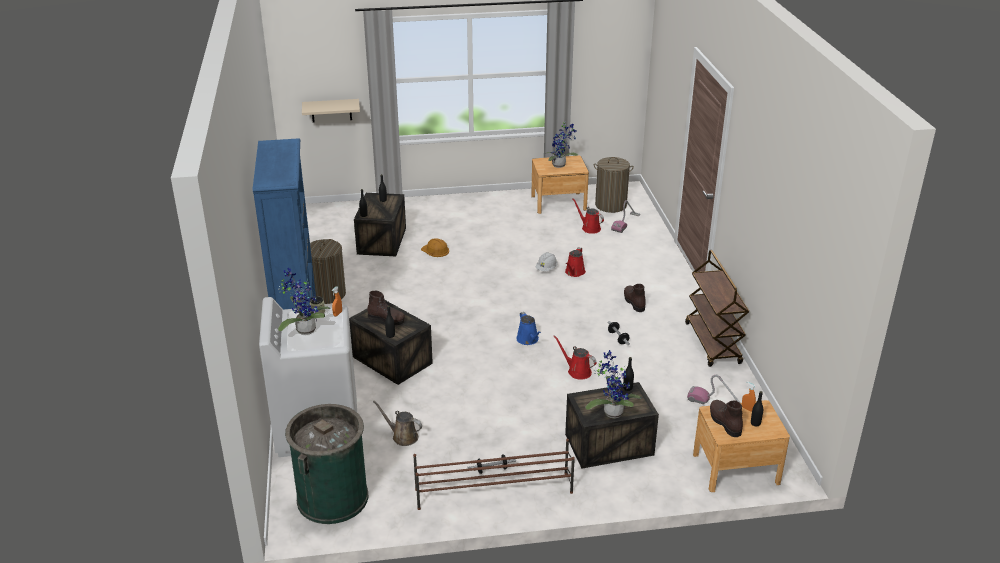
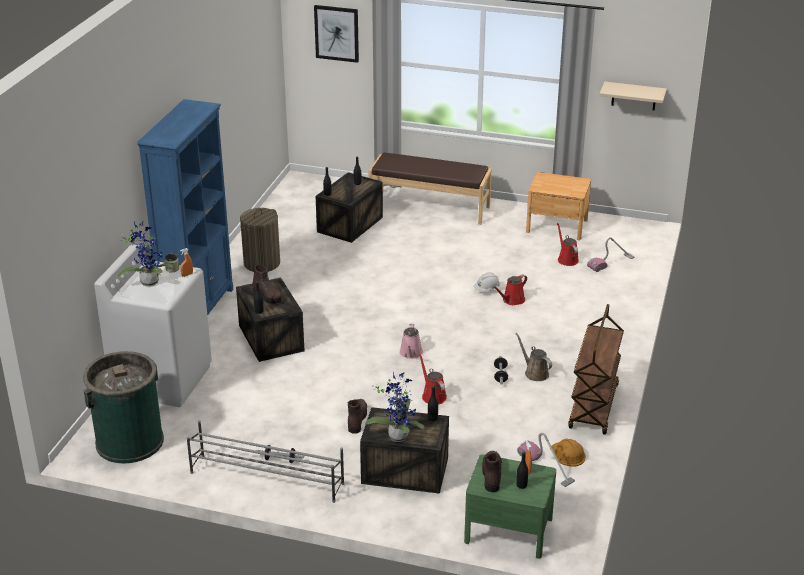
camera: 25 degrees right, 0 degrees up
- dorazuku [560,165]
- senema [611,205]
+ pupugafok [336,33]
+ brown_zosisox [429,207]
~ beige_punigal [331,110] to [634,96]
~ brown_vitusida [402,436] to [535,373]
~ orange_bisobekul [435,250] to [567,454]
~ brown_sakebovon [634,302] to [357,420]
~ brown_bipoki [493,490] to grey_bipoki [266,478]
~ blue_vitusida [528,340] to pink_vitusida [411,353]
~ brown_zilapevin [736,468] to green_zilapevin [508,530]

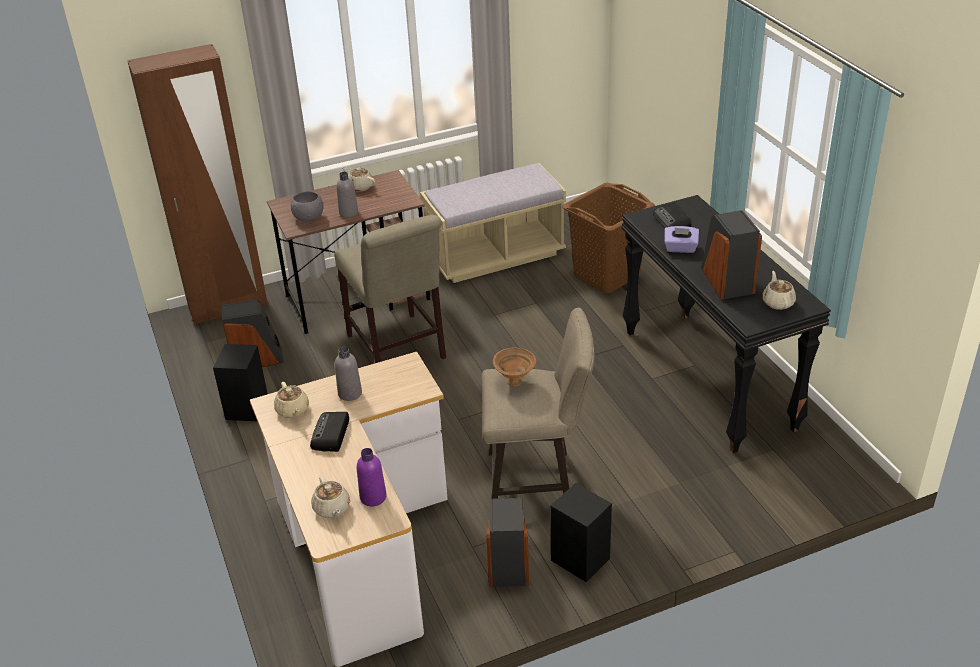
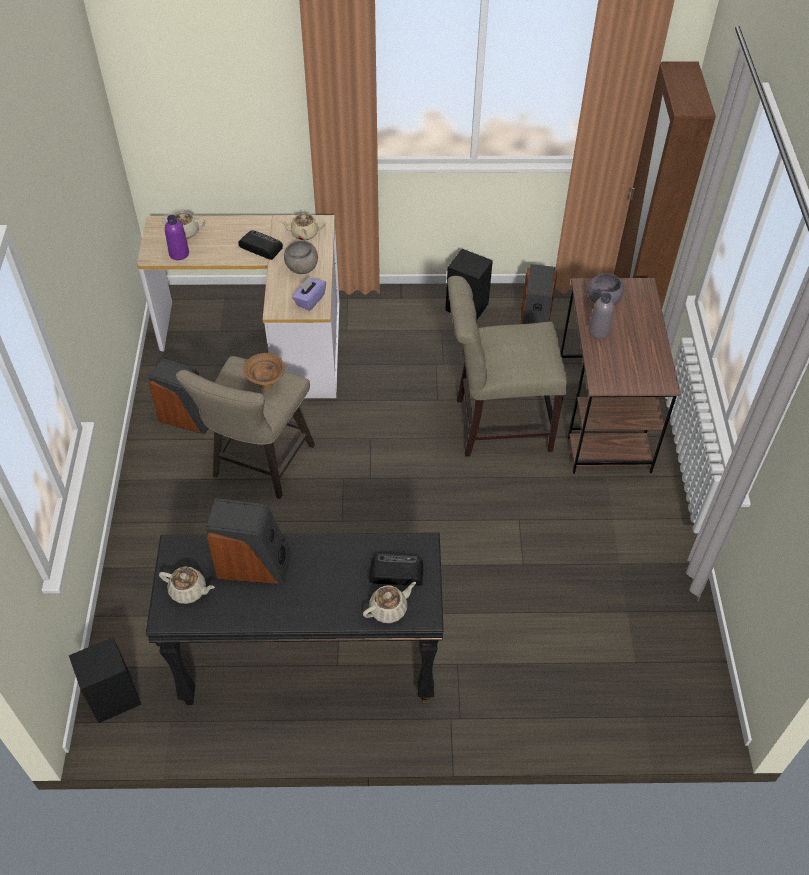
camera: 110 degrees right, 15 degrees up
- beige_zosisox [495,256]
- brown_senema [607,276]
~ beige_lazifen [360,186] to [389,609]
~ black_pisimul [581,560] to [112,698]
~ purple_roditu [680,248] to [309,300]
~ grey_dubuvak [350,393] to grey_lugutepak [302,267]

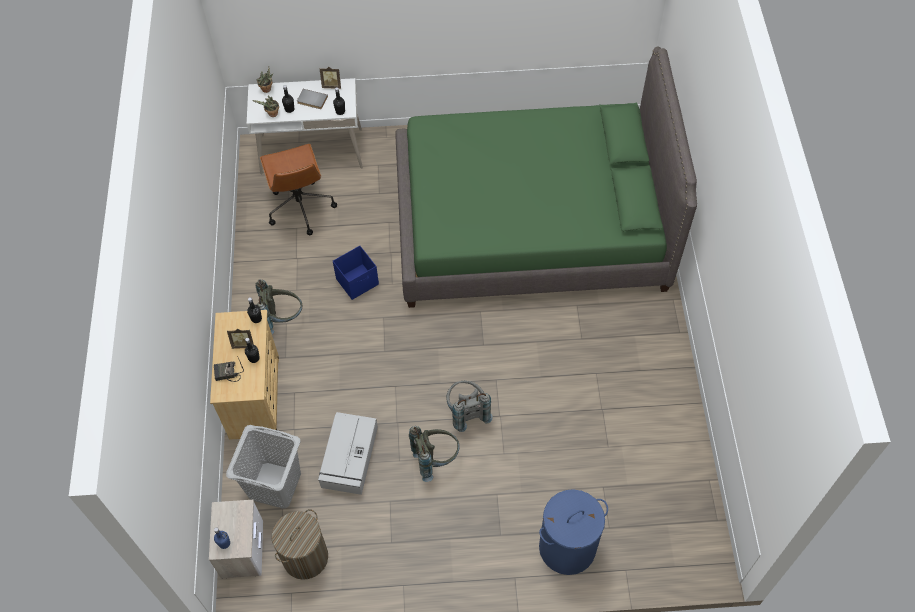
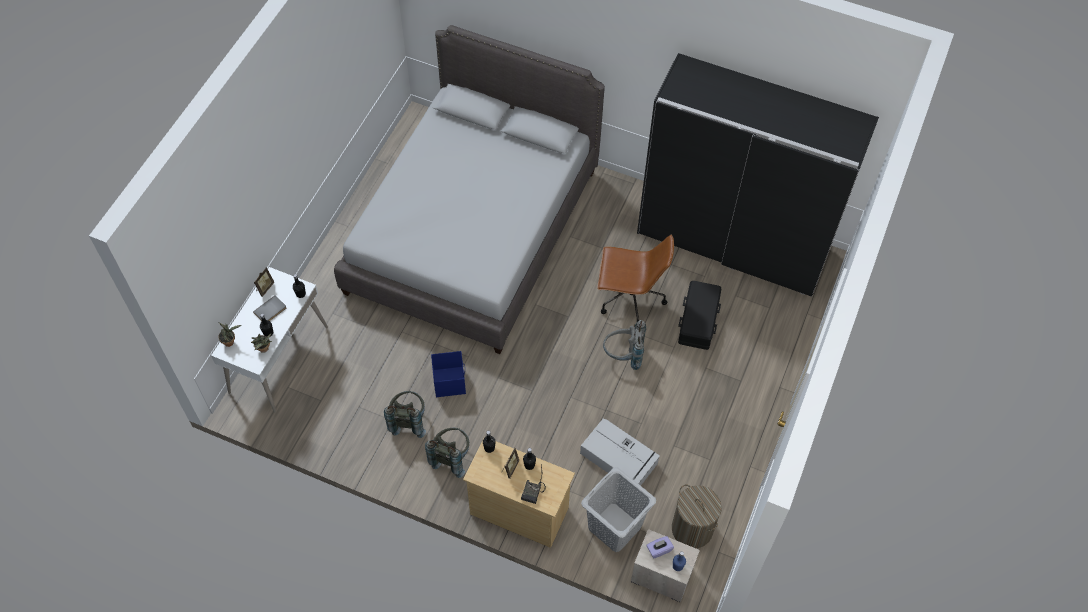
camera: 65 degrees left, 0 degrees up
- blue_senema [567,547]
+ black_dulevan [733,242]
+ purple_roditu [659,549]
+ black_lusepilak [697,320]
~ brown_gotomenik [300,207] to [630,300]
~ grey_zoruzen [435,459] to [408,420]
~ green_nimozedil [530,225] to grey_nimozedil [473,230]

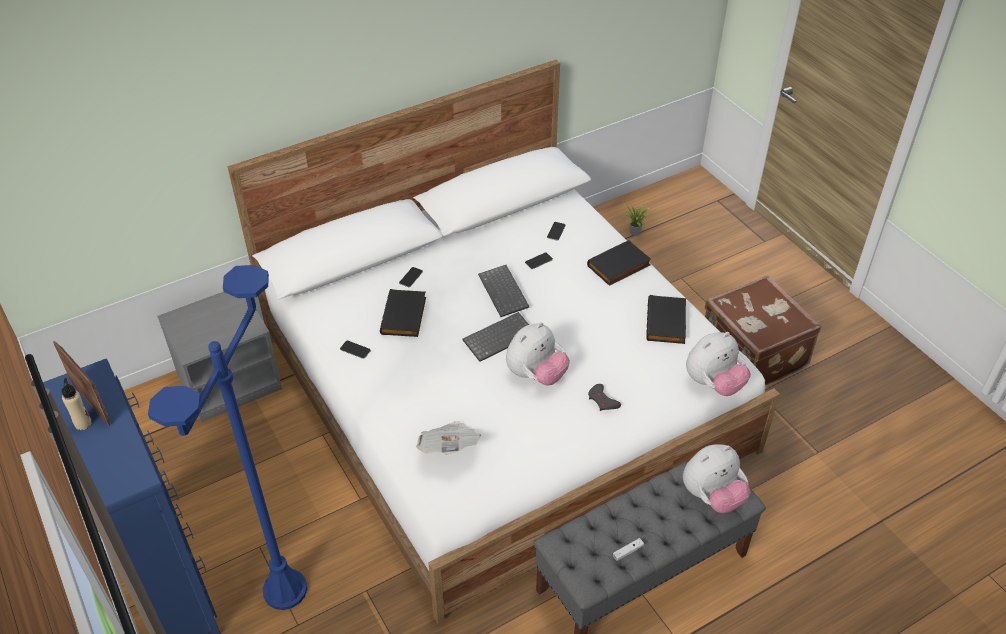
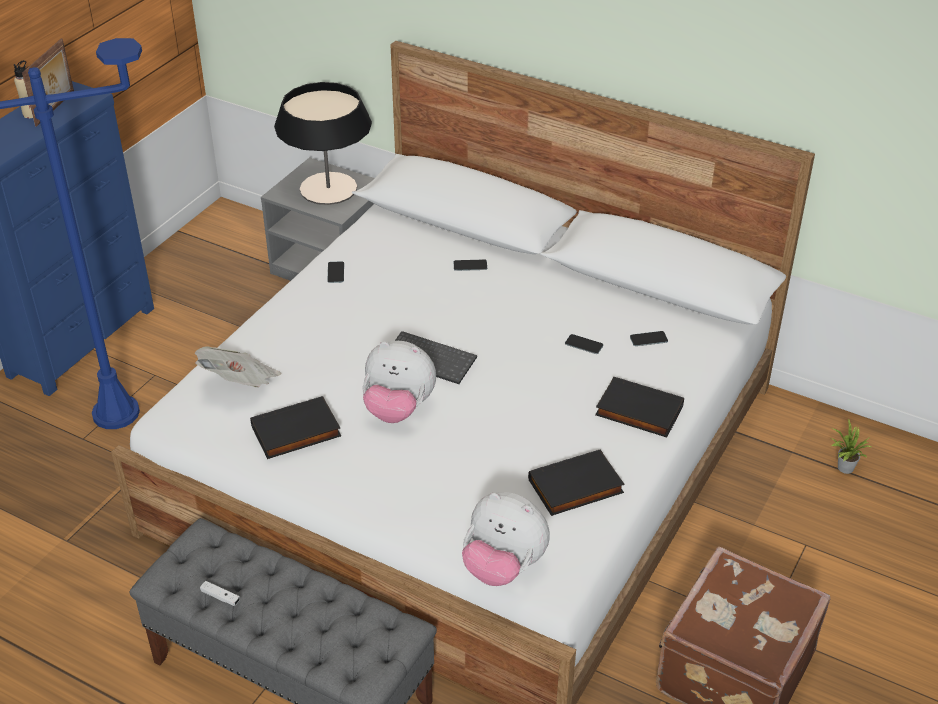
camera: 60 degrees right, 5 degrees down
- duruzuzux [505,292]
- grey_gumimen [602,400]
- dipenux [712,496]
+ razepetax [328,188]
~ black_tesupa [405,316] to [296,433]

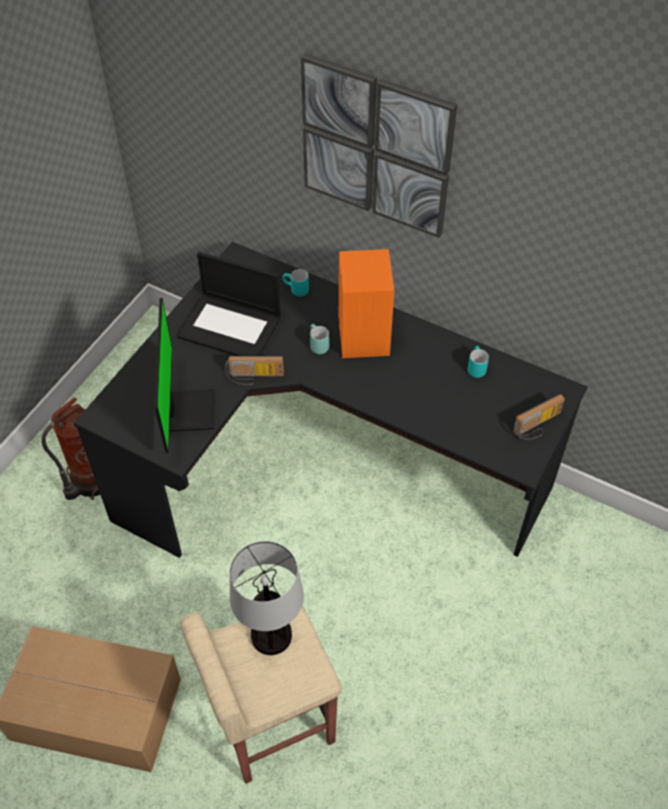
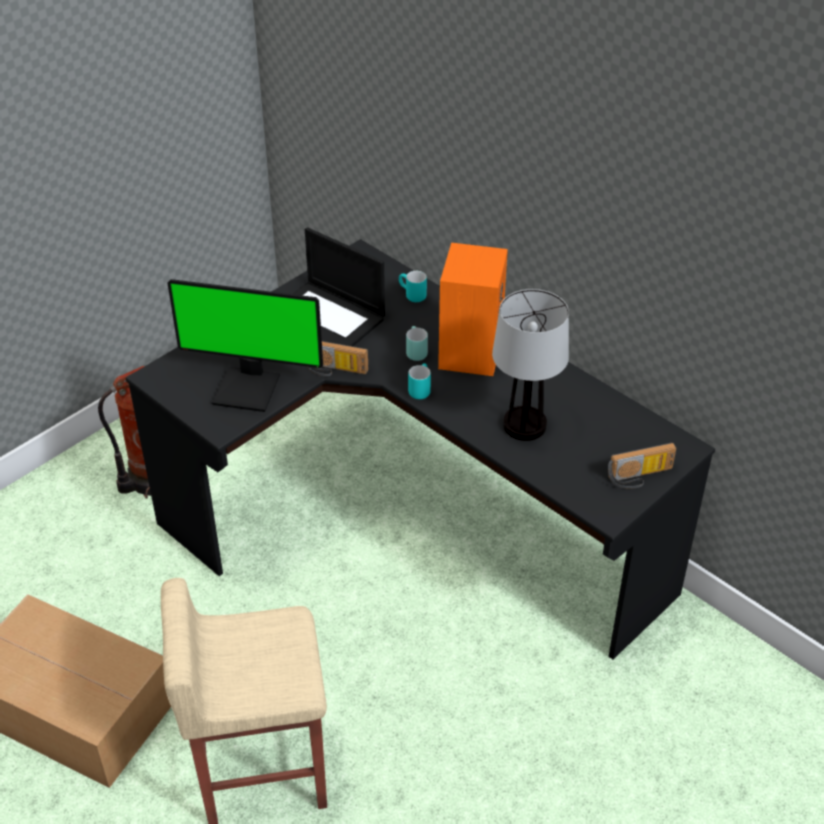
camera: 15 degrees right, 10 degrees down
- pupugafok [376,147]
~ razepetax [271,635] to [524,425]
~ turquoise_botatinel [474,367] to [419,389]
~ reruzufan [187,411] = [248,388] 90 degrees clockwise

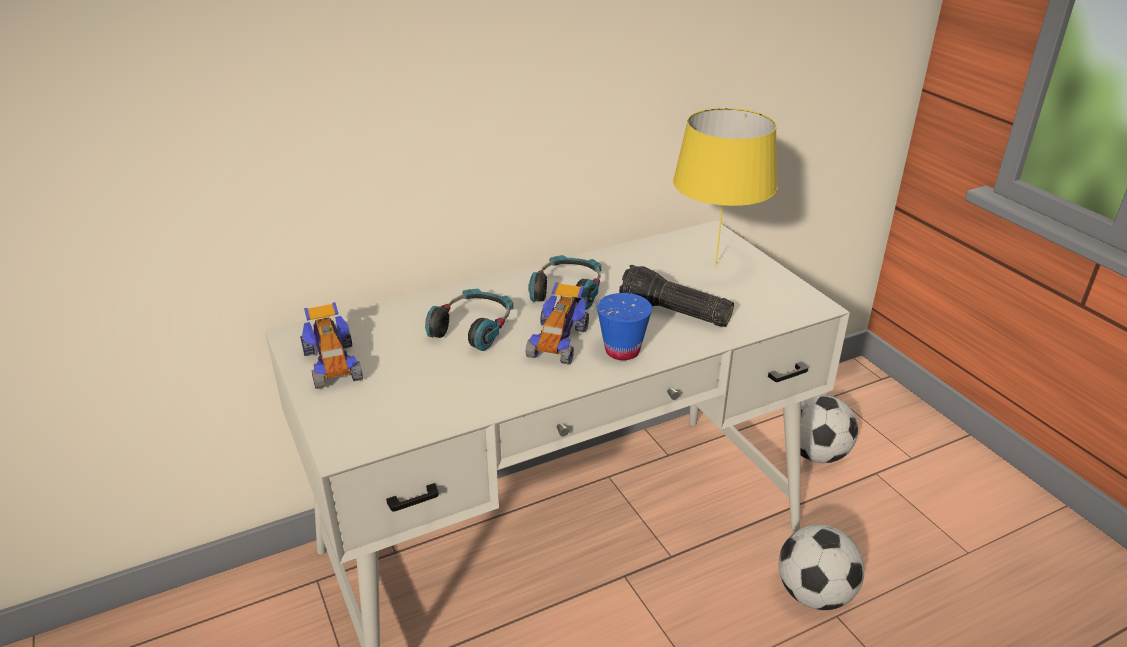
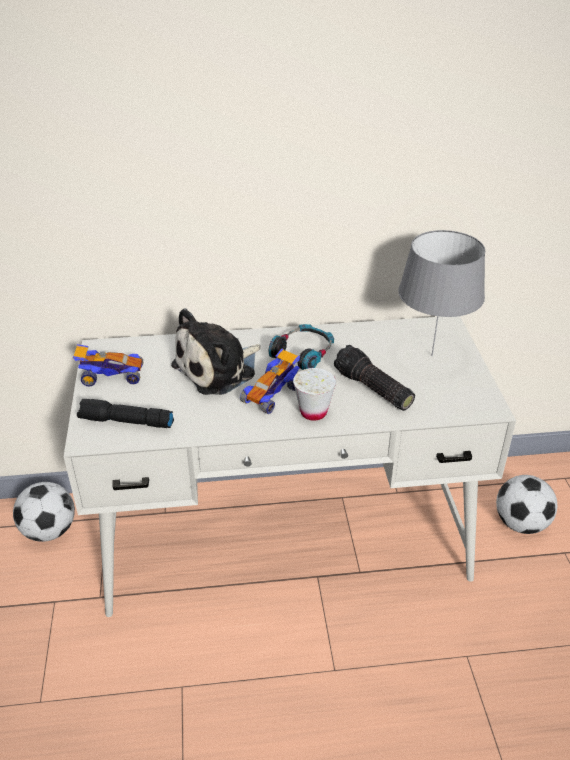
camera: 20 degrees right, 5 degrees up
+ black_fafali [125,422]
~ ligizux [814,594] to [49,531]
~ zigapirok [473,328] to dipenux [218,369]
~ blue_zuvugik [622,351] to white_zuvugik [313,412]
~ yellow_razepetax [715,265] to grey_razepetax [431,356]
~ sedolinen [332,364] = [111,376] 90 degrees counterclockwise

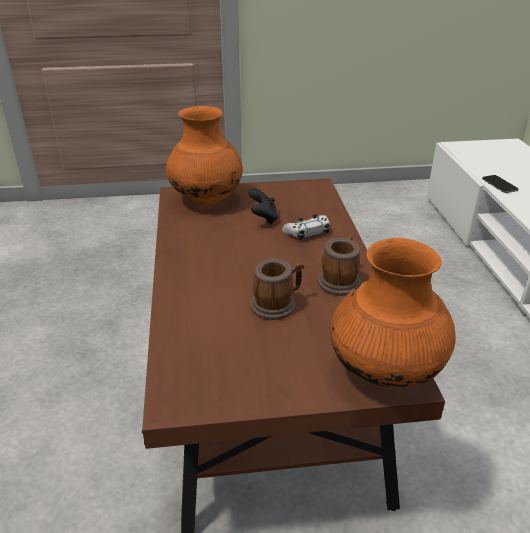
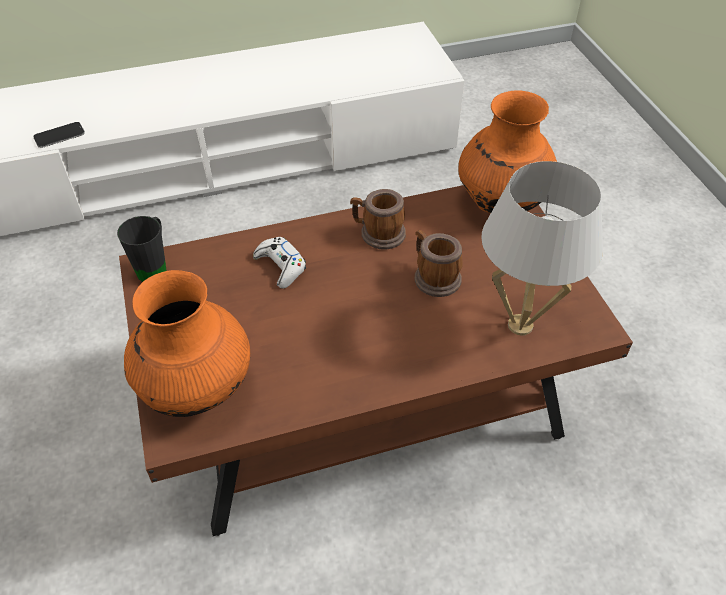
camera: 100 degrees left, 15 degrees up
- black_gumimen [263,218]
+ black_botatinel [155,266]
+ white_razepetax [520,325]

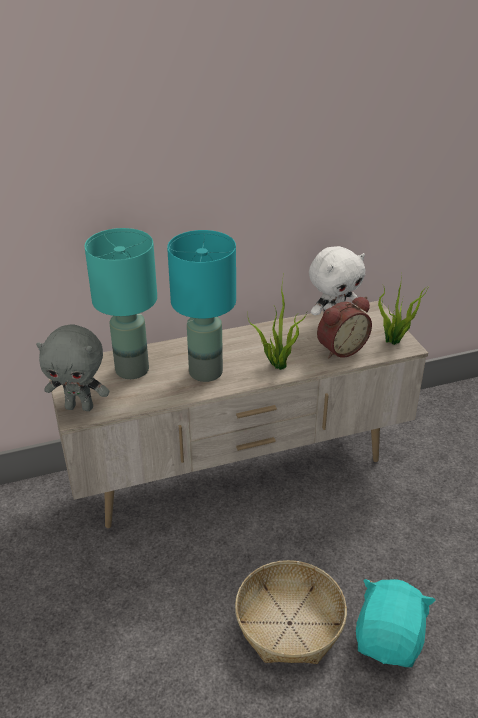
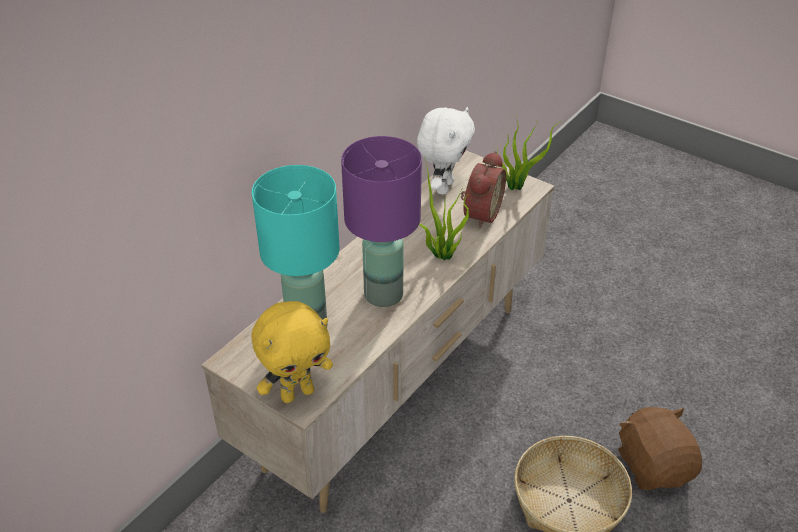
camera: 35 degrees left, 5 degrees up
~ grey_dipenux [80,407] to yellow_dipenux [297,393]
~ turquoise_razepetax [205,372] to purple_razepetax [383,295]
~ turquoise_dipenux [389,640] to brown_dipenux [654,465]

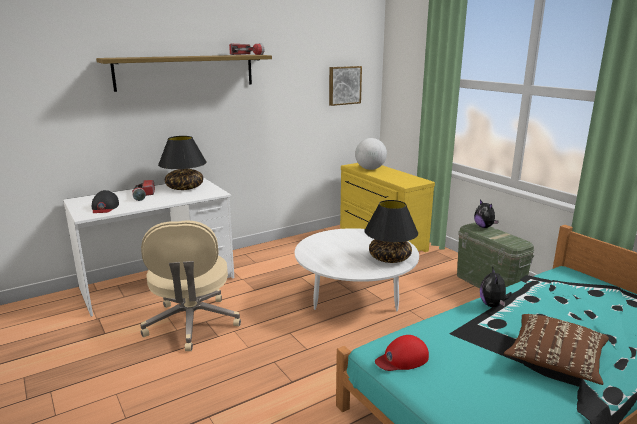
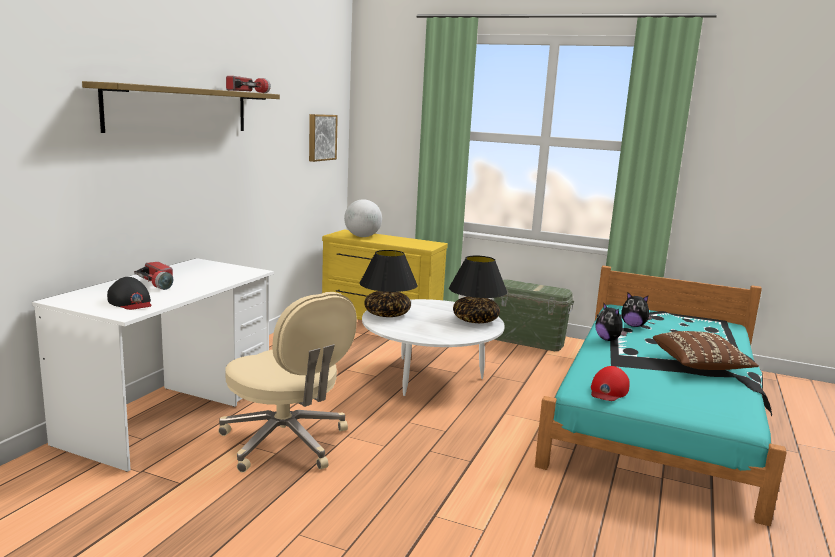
camera: 35 degrees left, 5 degrees down
~ black_razepetax [184,188] to [387,314]
~ dipenux [484,227] to [633,326]

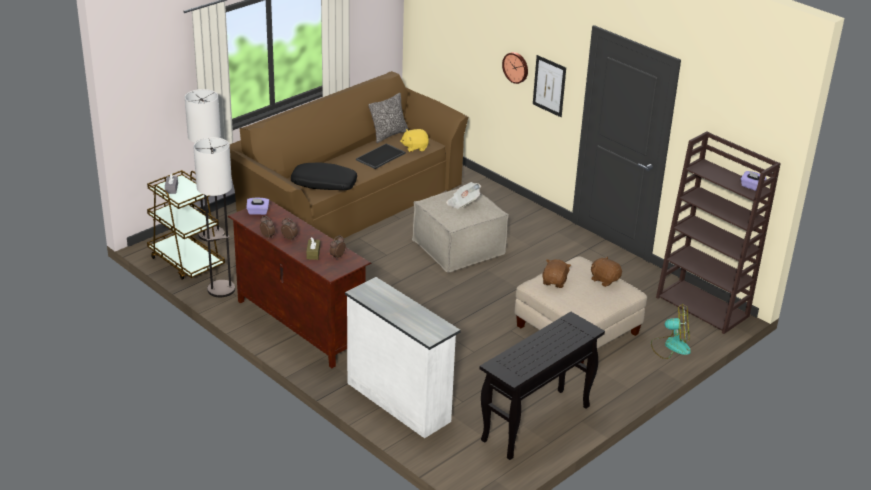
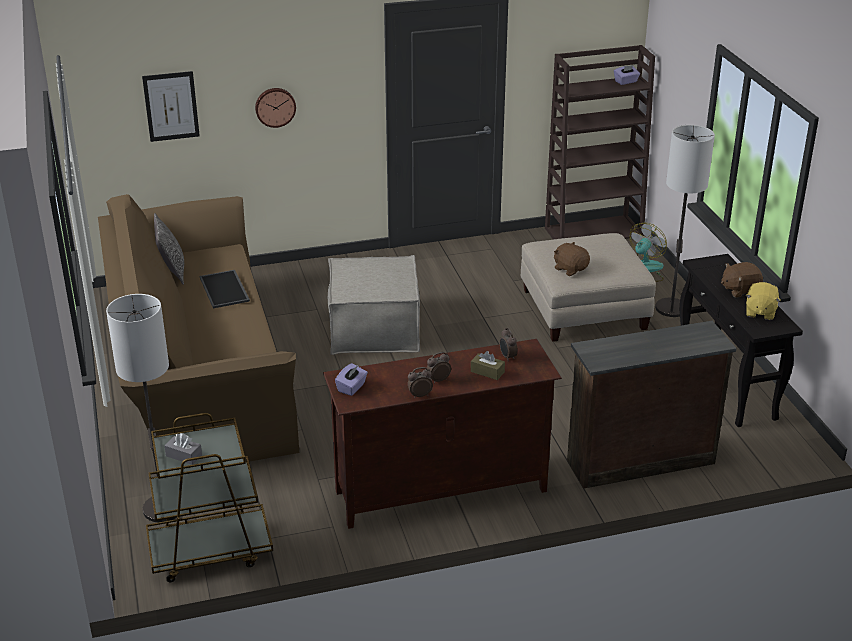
camera: 60 degrees left, 0 degrees up
- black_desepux [323,184]
- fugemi [463,203]
~ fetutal [221,289] to [671,308]
~ yellow_dipenux [415,147] to [760,312]
~ pupugafok [549,86] to [171,106]
~ brown_dipenux [604,280] to [739,290]
~ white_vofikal [399,401] to brown_vofikal [639,460]

